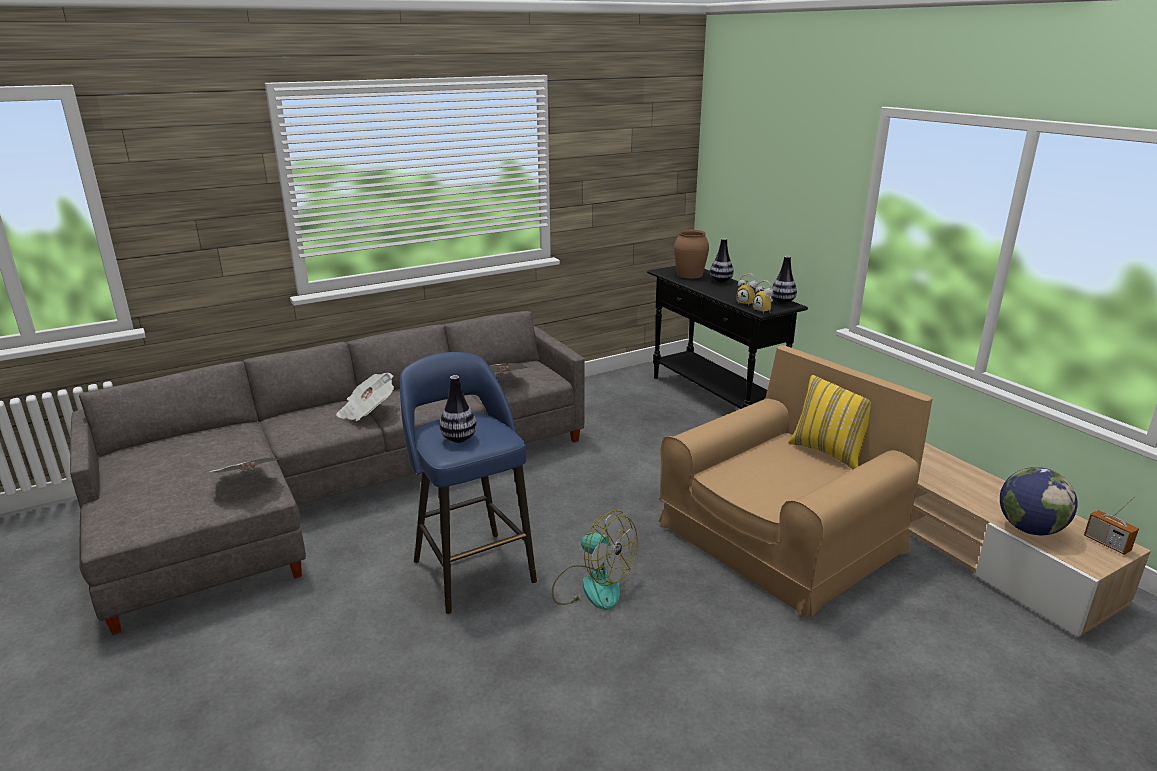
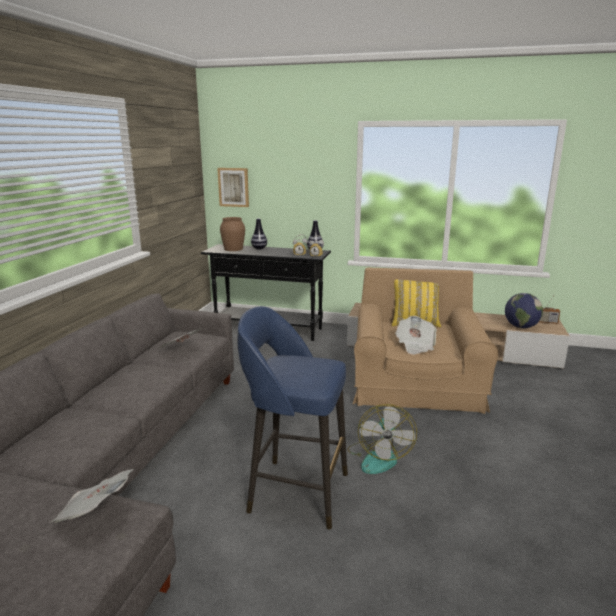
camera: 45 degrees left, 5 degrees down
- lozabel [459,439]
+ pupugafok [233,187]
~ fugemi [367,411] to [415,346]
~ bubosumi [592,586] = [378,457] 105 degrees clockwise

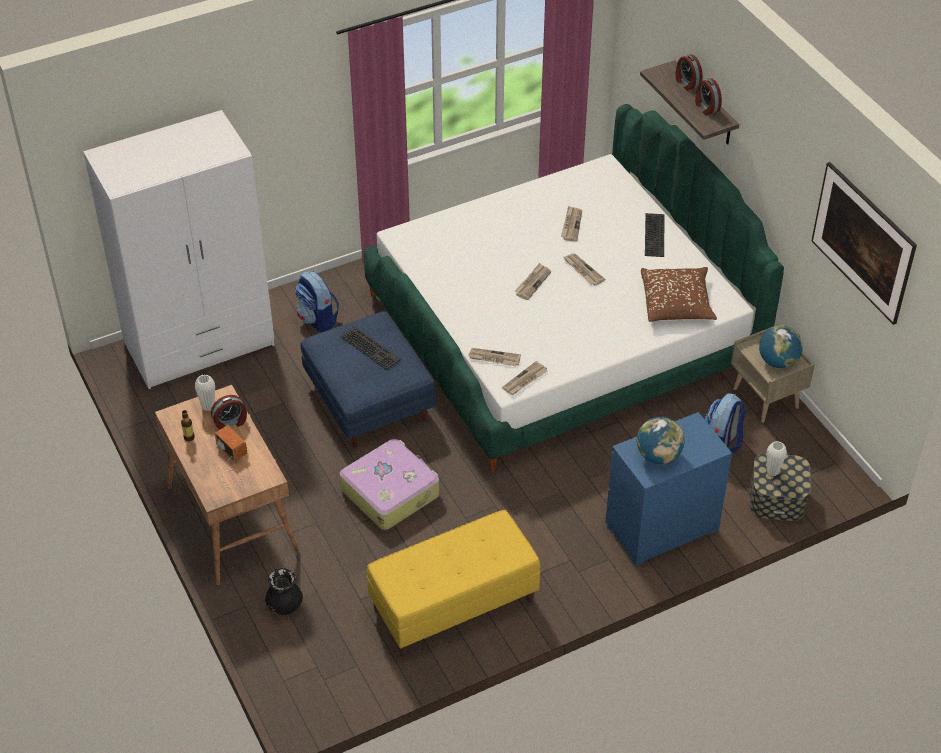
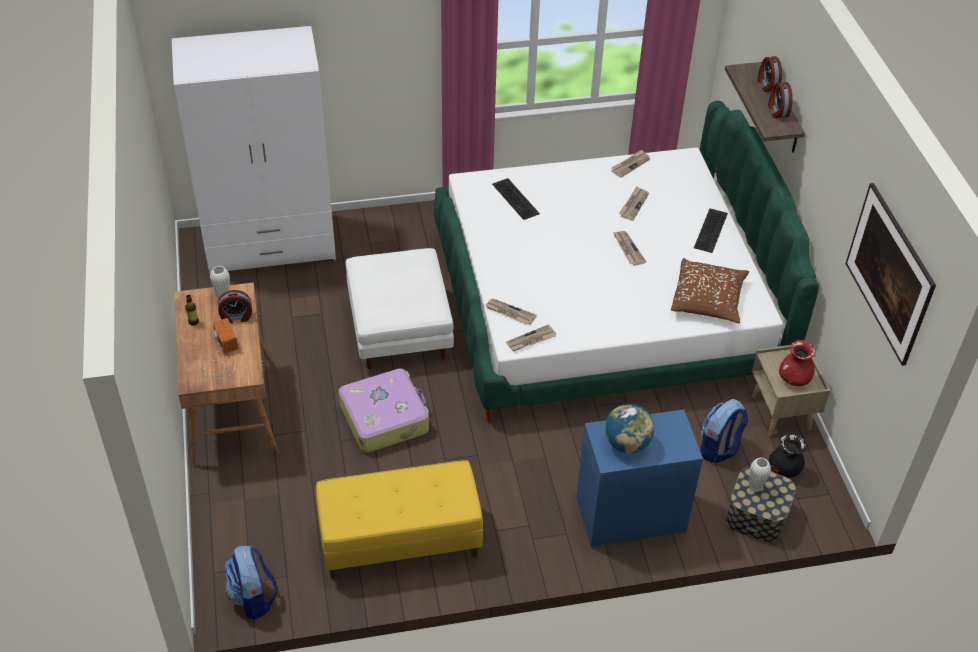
camera: 15 degrees right, 0 degrees up
~ black_lozabel [285,606] to [784,470]
~ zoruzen [318,319] to [253,598]
~ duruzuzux [371,347] to [517,199]
~ fugemi [532,282] to [630,164]
~ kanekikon [777,361] to red_lozabel [794,379]
~ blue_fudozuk [370,401] to white_fudozuk [400,329]

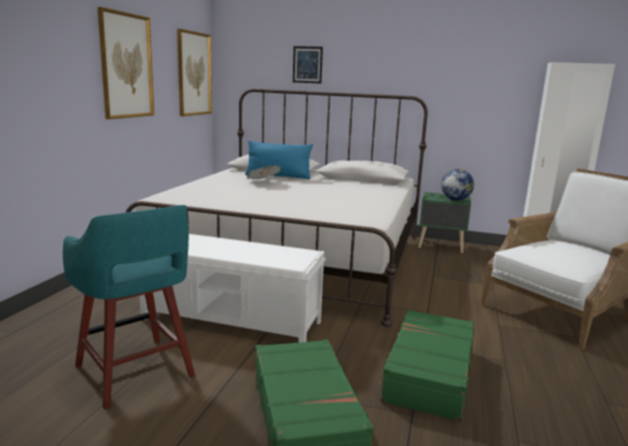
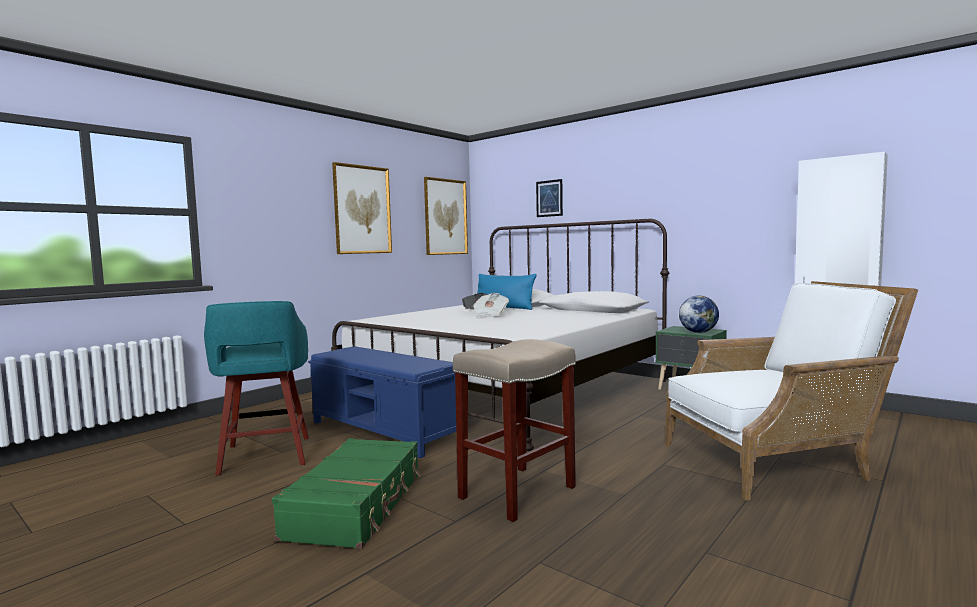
camera: 25 degrees right, 10 degrees down
+ fugemi [489,316]
~ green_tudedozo [428,374] to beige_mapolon [517,493]
~ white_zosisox [233,320] to blue_zosisox [385,431]

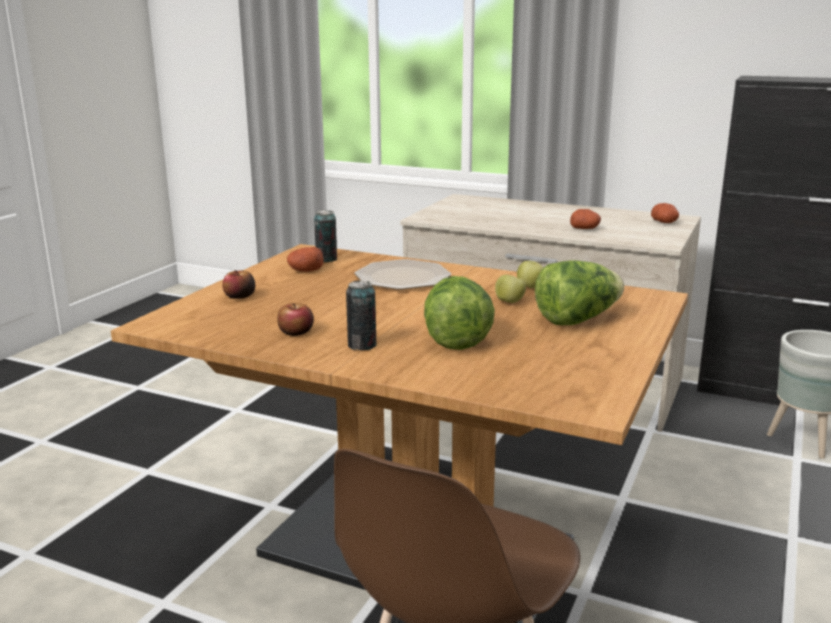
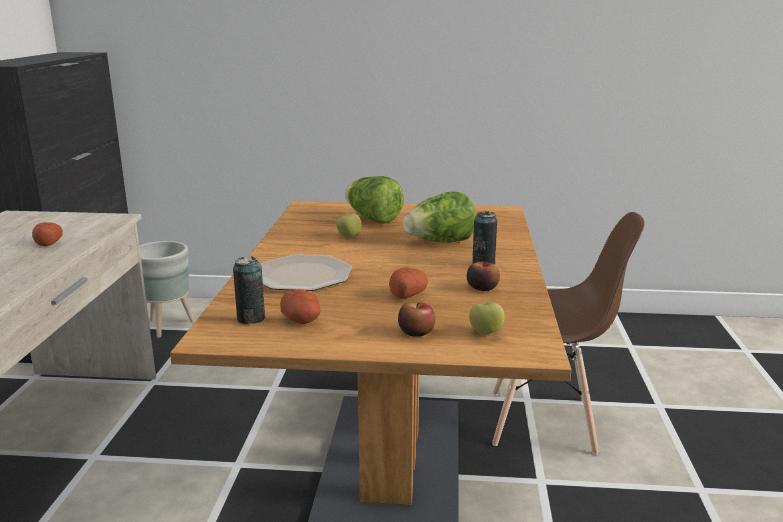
camera: 110 degrees left, 0 degrees up
~ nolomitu [530,287] to [486,333]
~ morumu [665,222] to [407,294]

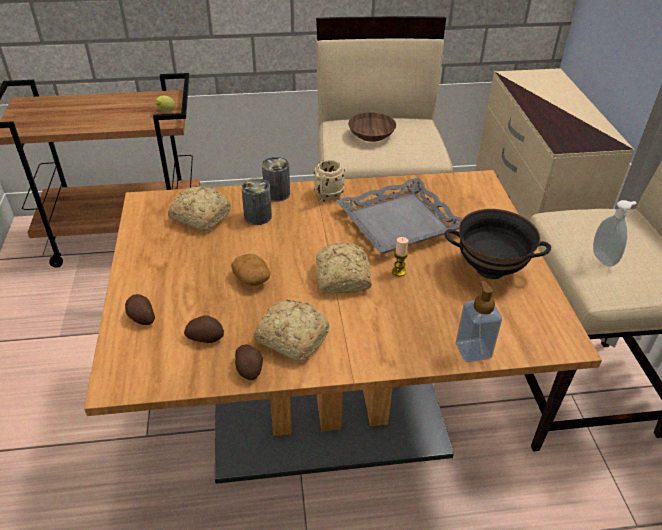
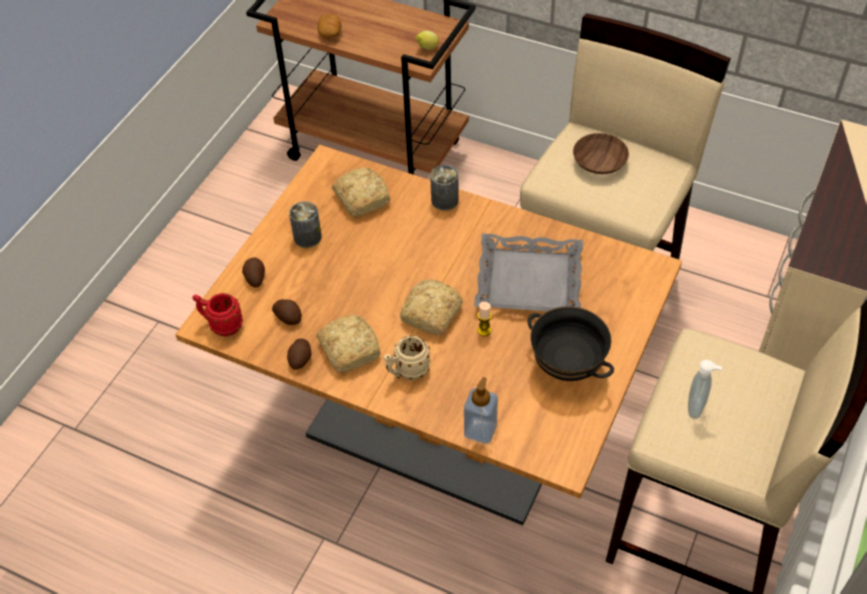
camera: 35 degrees right, 10 degrees up
+ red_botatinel [221,325]
~ morumu [252,279] to [330,33]
~ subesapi [258,216] to [307,237]
~ beige_botatinel [326,196] to [407,372]

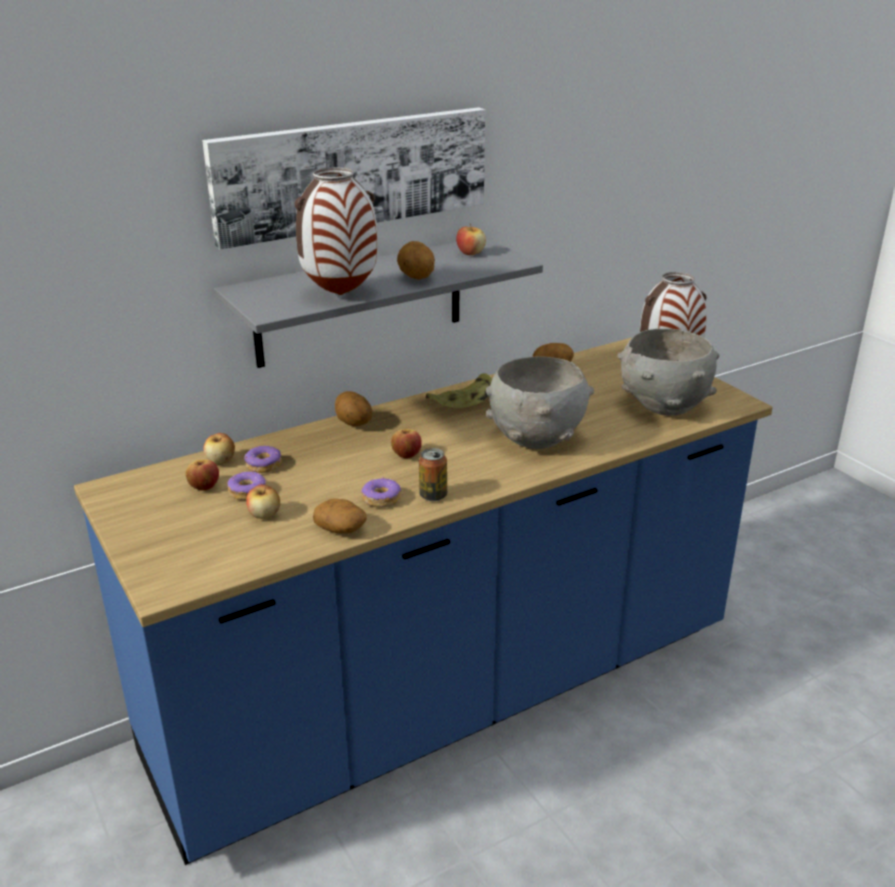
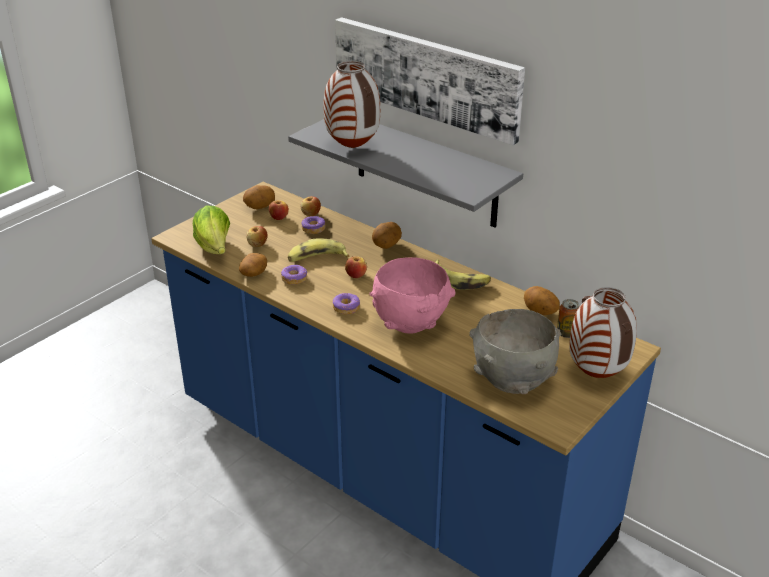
camera: 70 degrees right, 5 degrees up
- nolomitu [471,253]
+ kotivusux [215,248]
+ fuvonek [317,258]
~ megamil [247,492] to [346,308]
~ morumu [416,278] to [259,207]
~ subesapi [433,495] to [566,333]
~ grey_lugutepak [536,440] to pink_lugutepak [410,325]

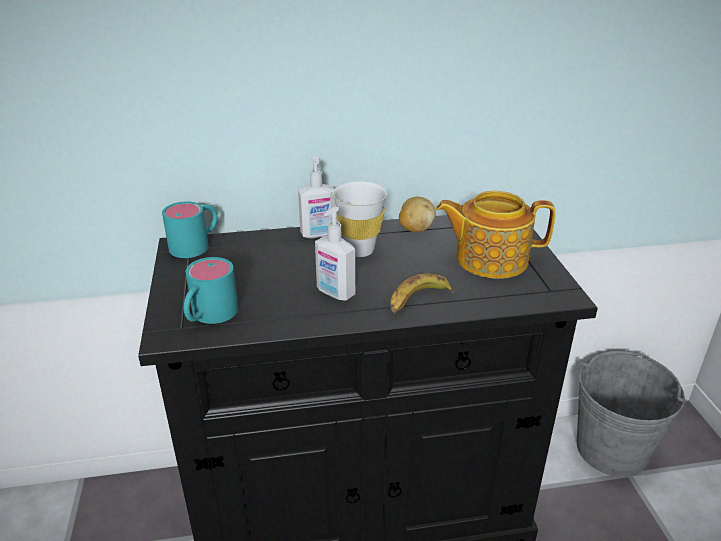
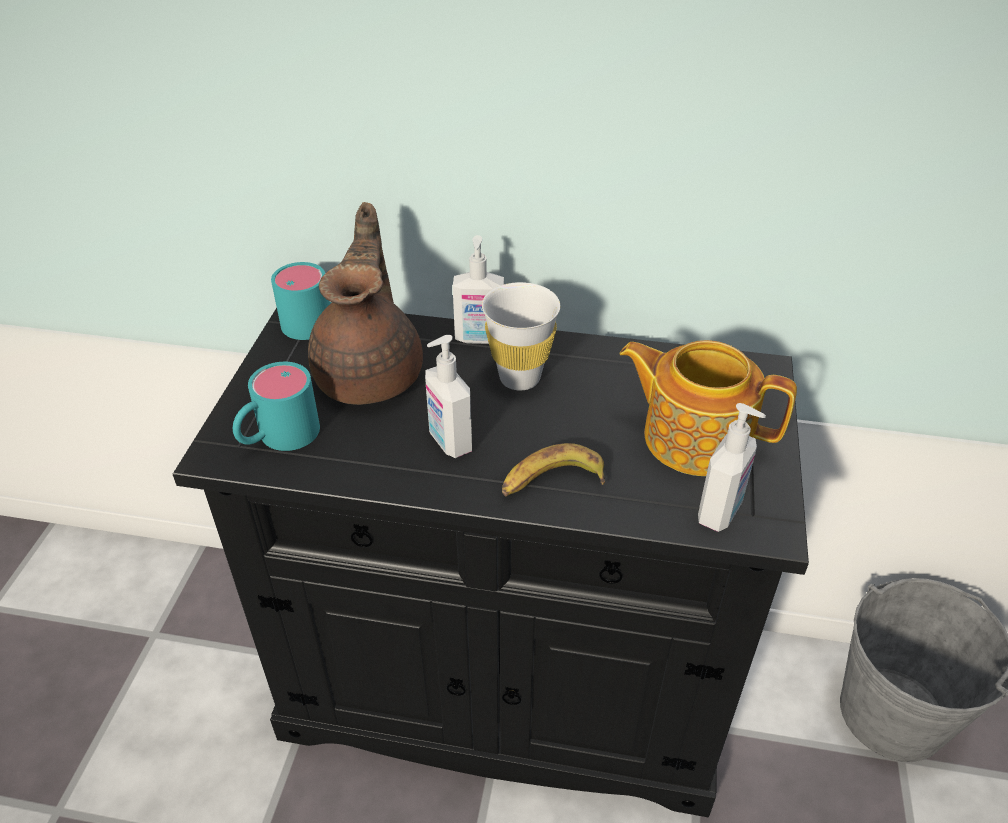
camera: 20 degrees right, 10 degrees up
- morumu [415,229]
+ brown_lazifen [371,373]
+ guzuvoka [721,512]

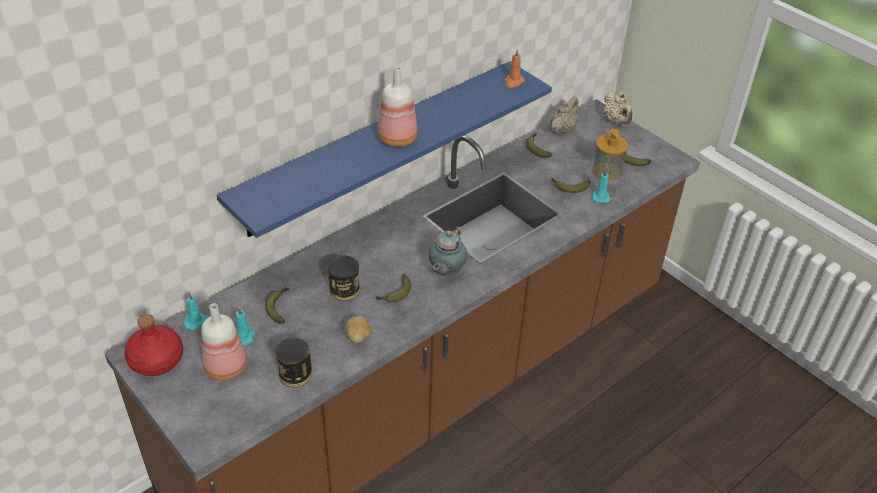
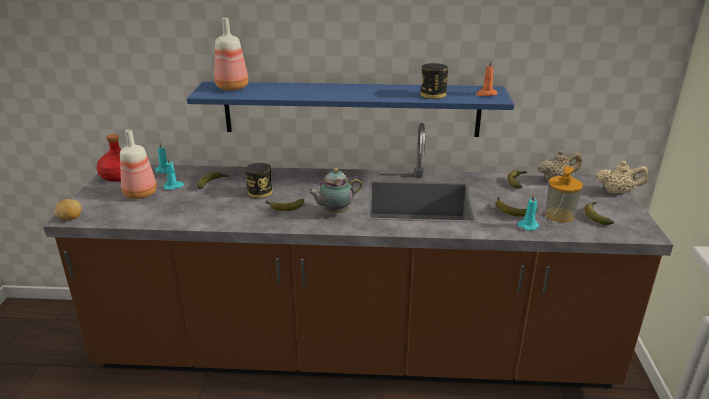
camera: 45 degrees right, 15 degrees down
~ subesapi [295,374] to [433,94]
~ morumu [358,337] to [70,219]
~ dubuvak [396,138] to [232,87]
~ beige_lazifen [616,121] = [618,192] 105 degrees counterclockwise

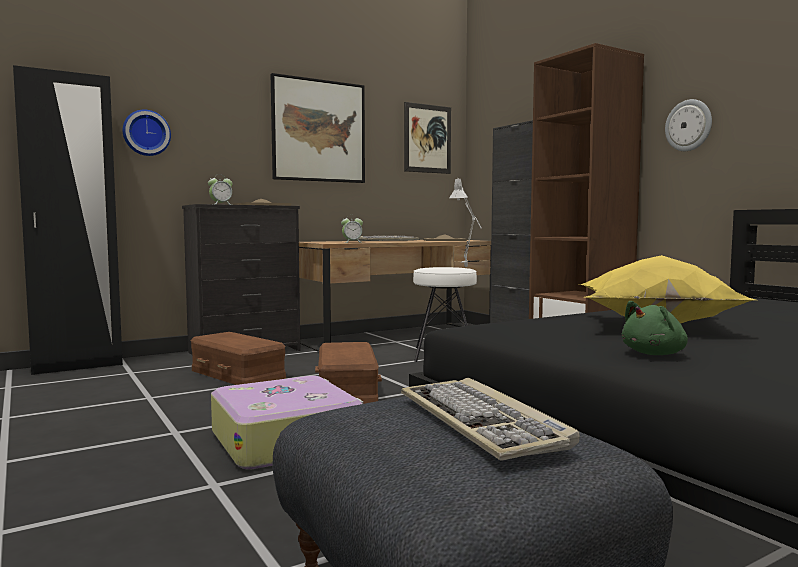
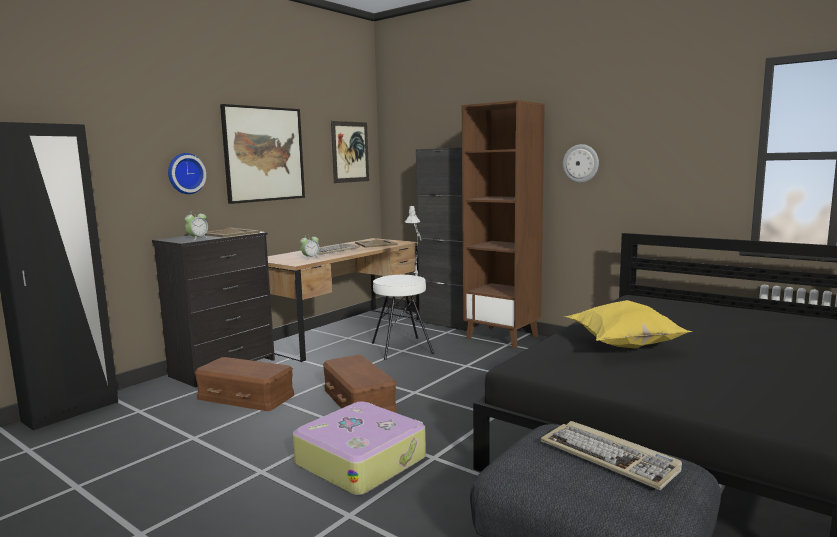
camera: 20 degrees left, 5 degrees up
- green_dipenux [655,354]
~ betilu [146,133] to [185,173]

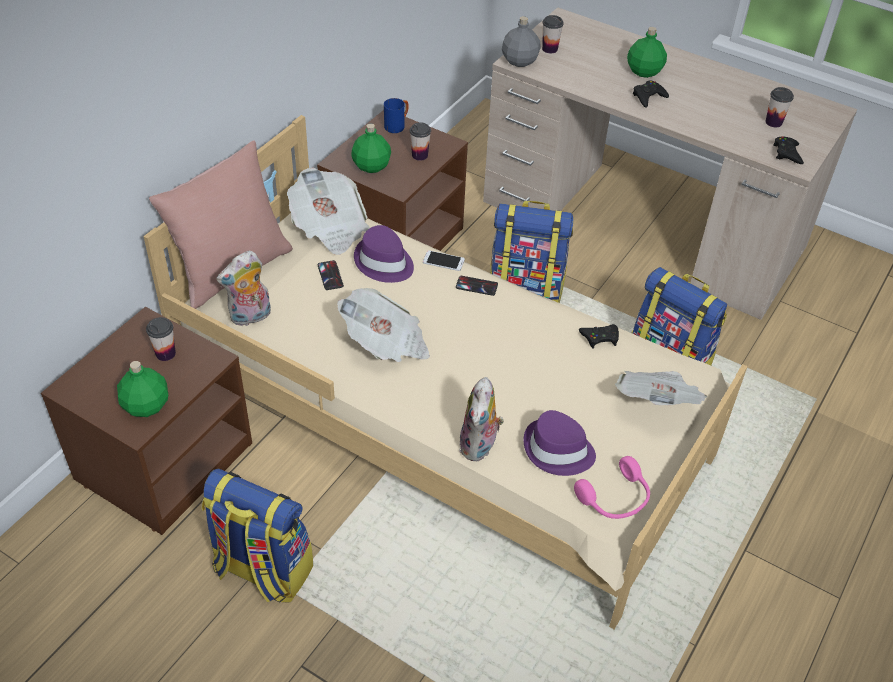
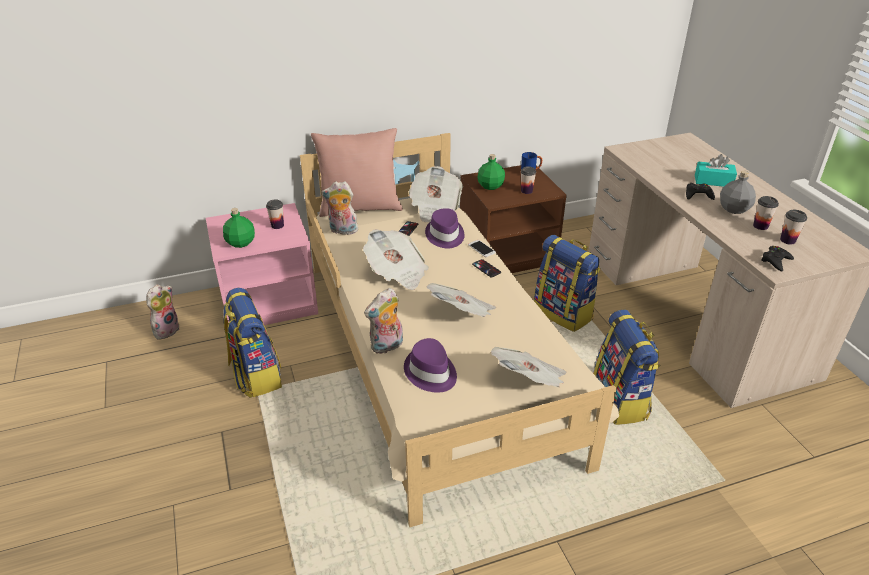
camera: 40 degrees right, 10 degrees down
- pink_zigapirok [615,499]
- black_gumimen [600,338]
+ dipenux [166,329]
+ fugemi [462,314]
~ grey_dubuvak [519,61] to [733,209]
~ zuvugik [550,49] to [760,226]
~ green_dubuvak [644,71] to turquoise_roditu [713,181]
~ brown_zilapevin [164,460] to pink_zilapevin [269,301]

